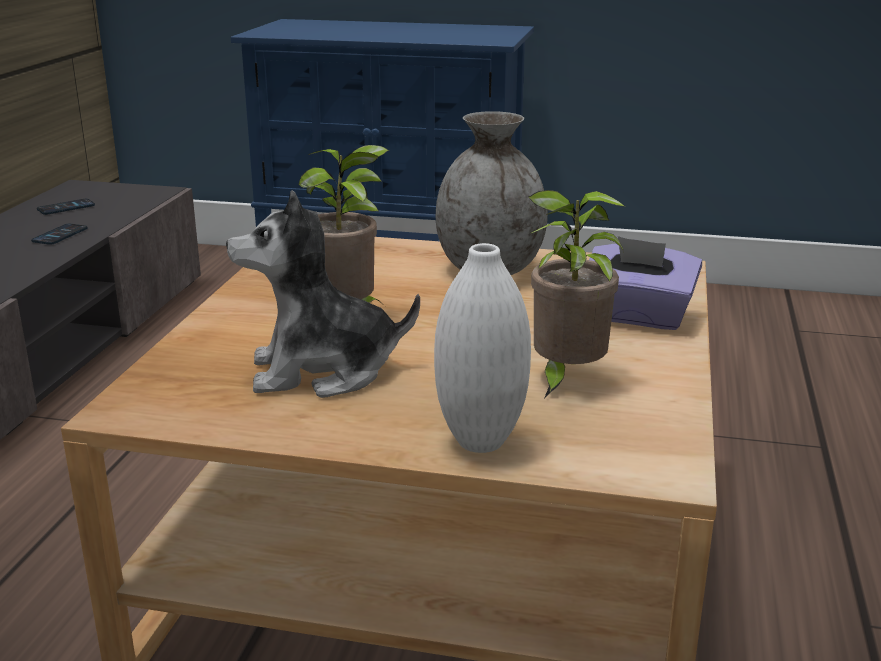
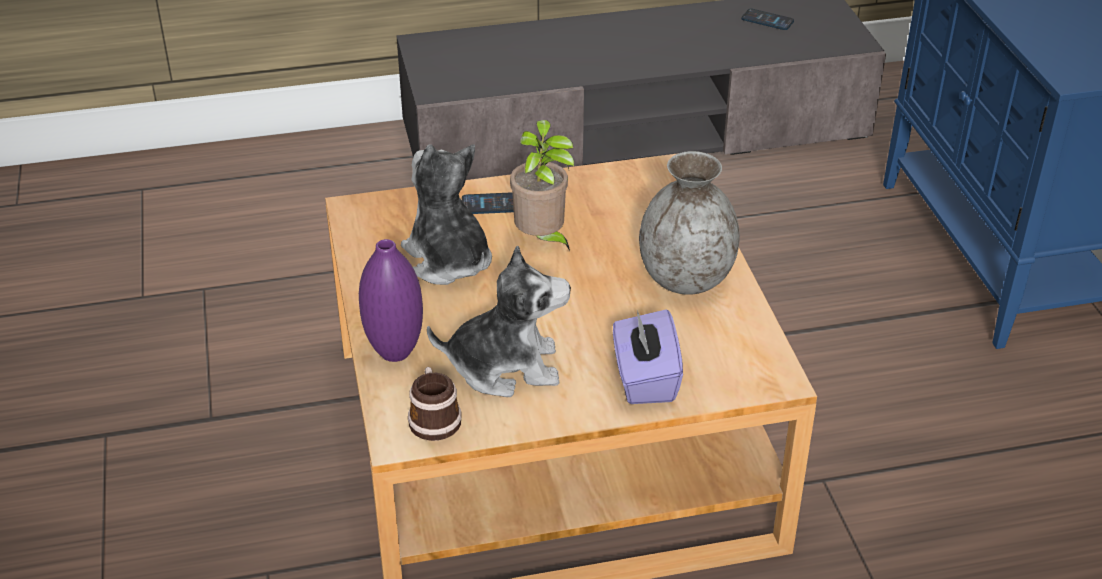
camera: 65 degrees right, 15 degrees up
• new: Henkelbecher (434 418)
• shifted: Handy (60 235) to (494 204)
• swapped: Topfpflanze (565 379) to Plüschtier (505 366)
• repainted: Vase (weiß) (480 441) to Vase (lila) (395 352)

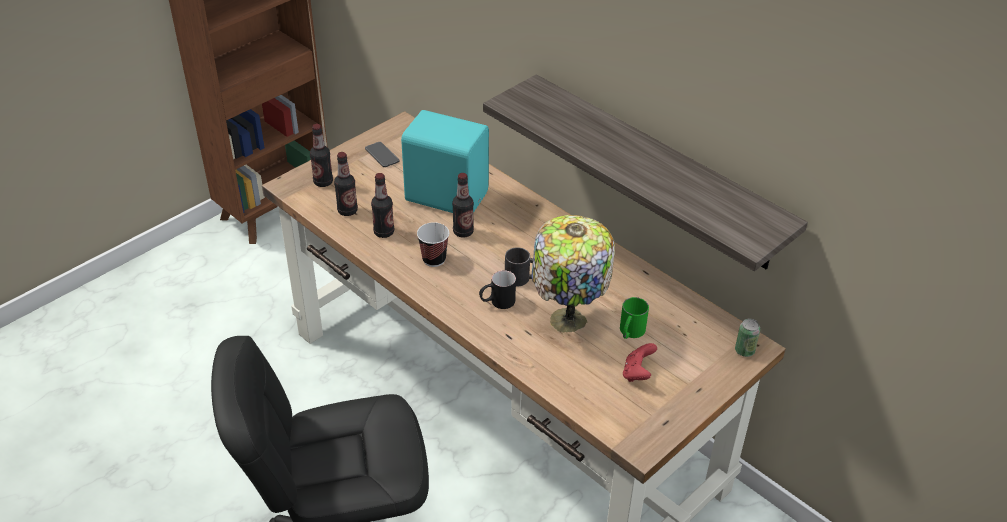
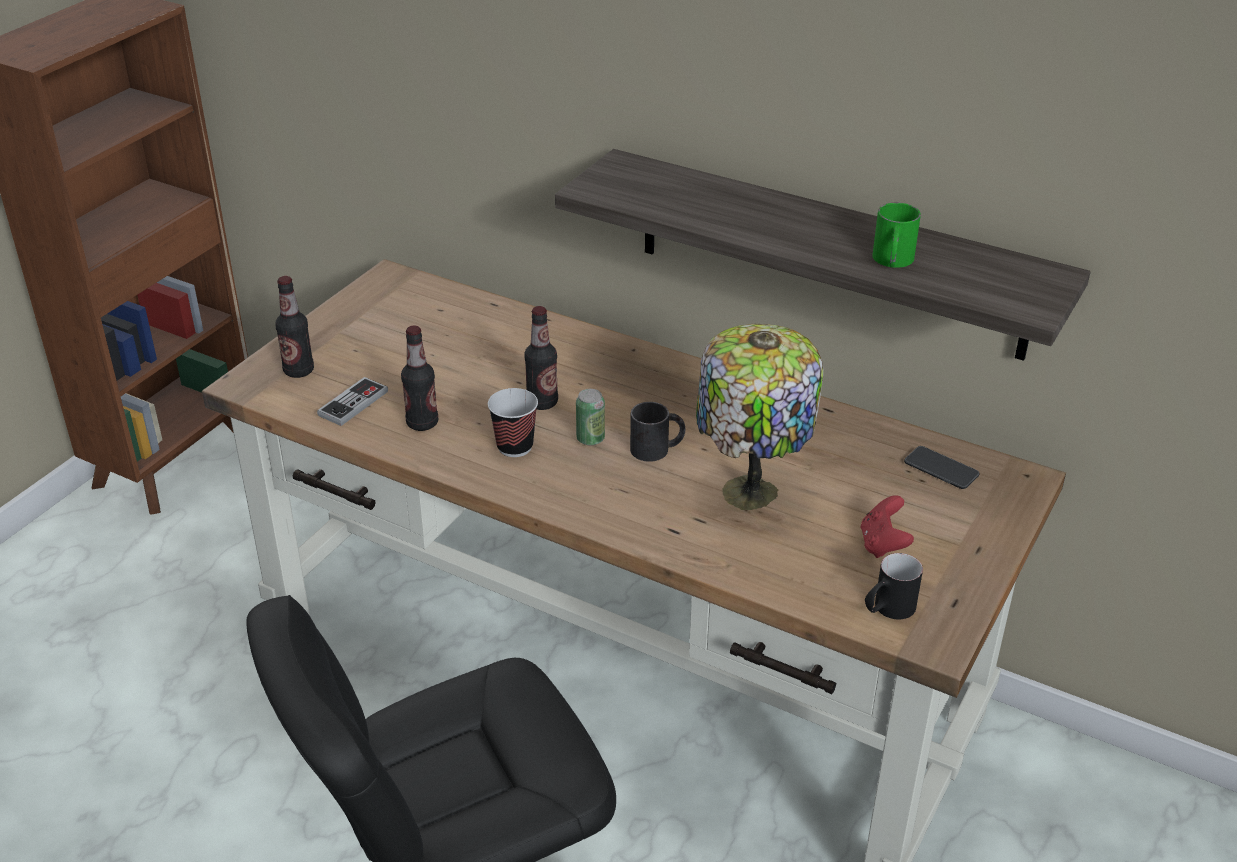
camera: 15 degrees left, 5 degrees down
• gone: Lautsprecher (türkis) (446 195)
• shifted: Handy (382 155) to (941 469)
• shifted: Henkelbecher (schwarz) (497 302) to (887 610)
• shifted: Henkelbecher (grün) (630 332) to (892 261)
• shifted: Dose (744 351) to (590 439)
• swapped: Flasche (347 211) to Gamepad (353 403)

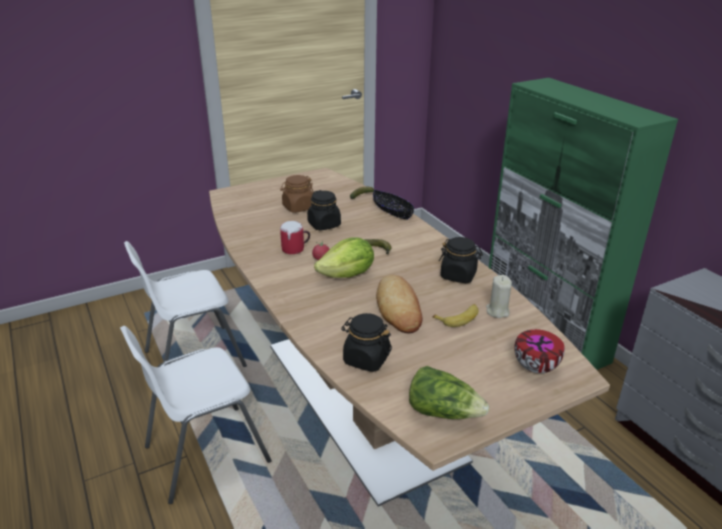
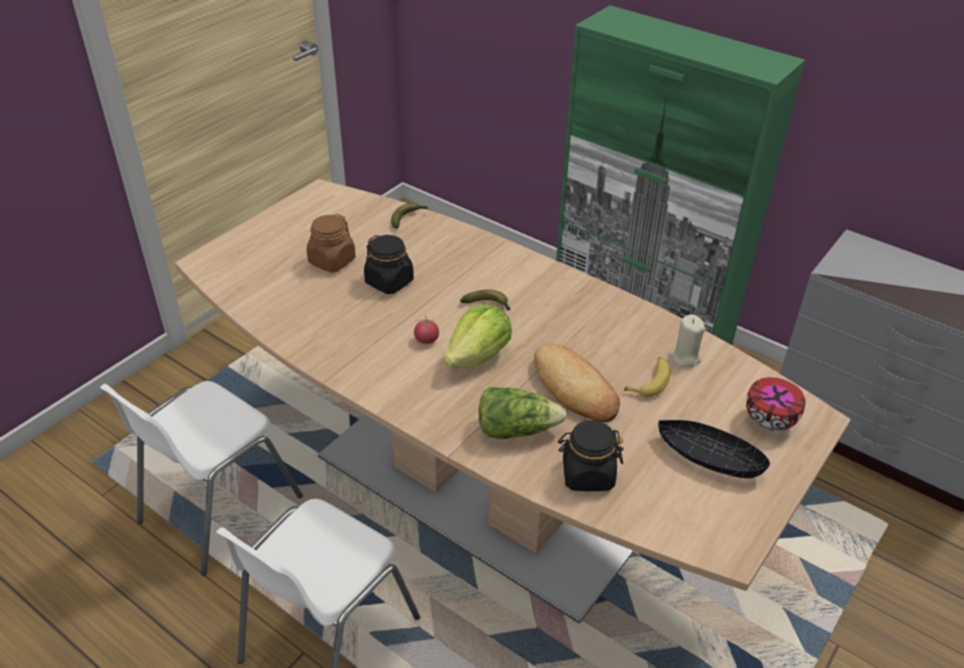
camera: 25 degrees left, 10 degrees up
• gone: Henkelbecher (296 249)
• gone: Vorratsglas (schwarz) (458 275)
• shifted: Schüssel (schwarz) (392 211) to (708 458)
• shifted: Salatkopf (443 412) to (516 429)

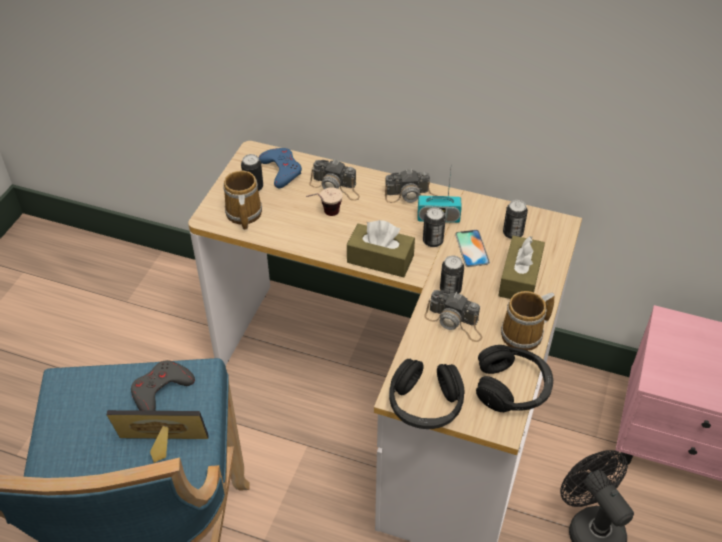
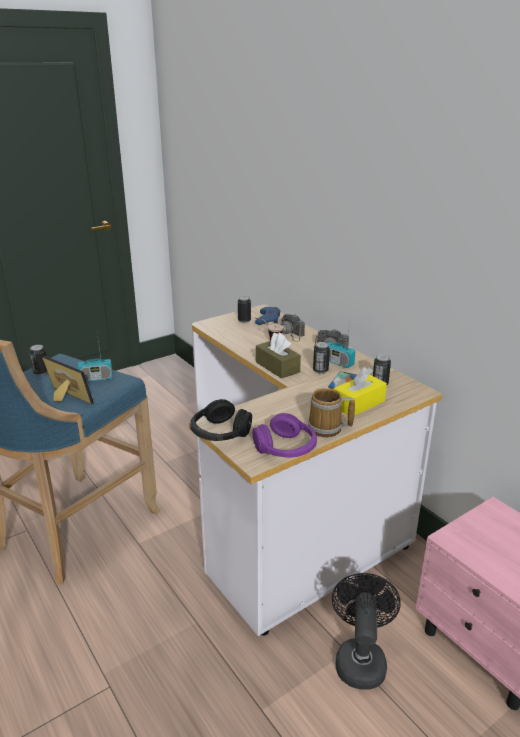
camera: 35 degrees right, 20 degrees down
• gone: Henkelbecher (242 214)
• gone: Kamera (455 322)
• shifted: Dose (450 289) to (41 372)
• swapped: Gamepad (grau) (161 390) to Radio (96 378)
• repainted: Kopfhörer (schwarz) (512 387) to Kopfhörer (lila) (286 448)
• repainted: Taschentuchbox (braun) (520 278) to Taschentuchbox (gelb) (358 404)

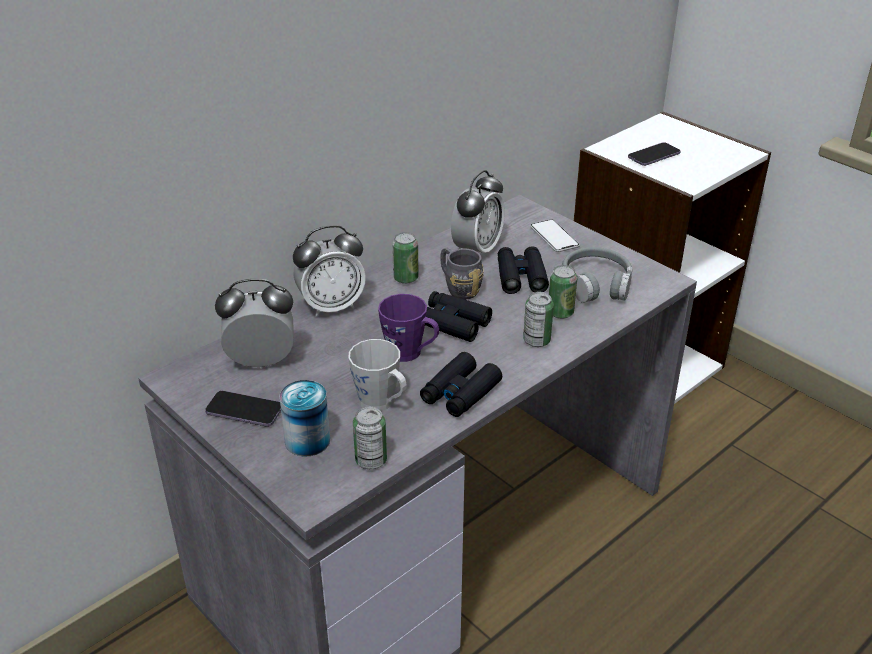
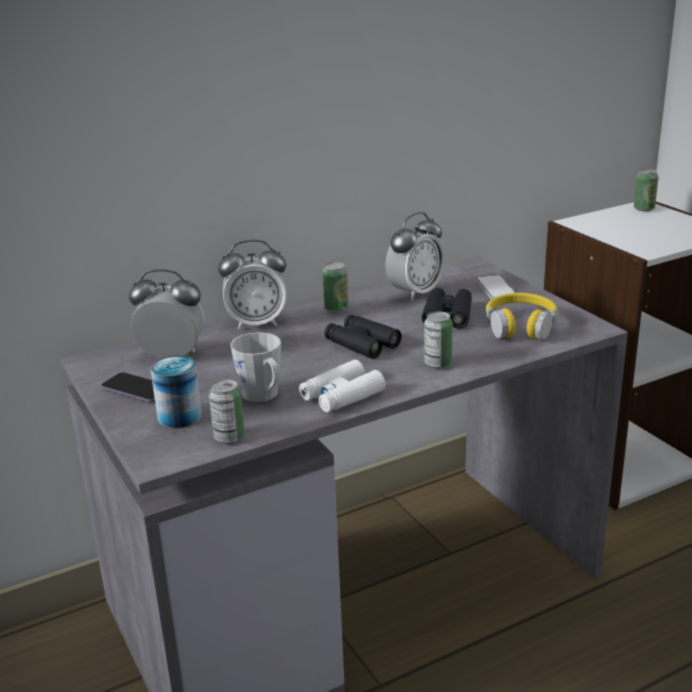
camera: 15 degrees right, 10 degrees down
• gone: Henkelbecher (lila) (410 353)
• gone: Henkelbecher (grau) (458 287)
• gone: Handy (653 156)
• shifted: Dose (560 313) to (644 209)
• repainted: Fernglas (schwarz) (460 393) to Fernglas (weiß) (341 396)
• repainted: Kopfhörer (grau) (596 284) to Kopfhörer (gelb) (520 326)

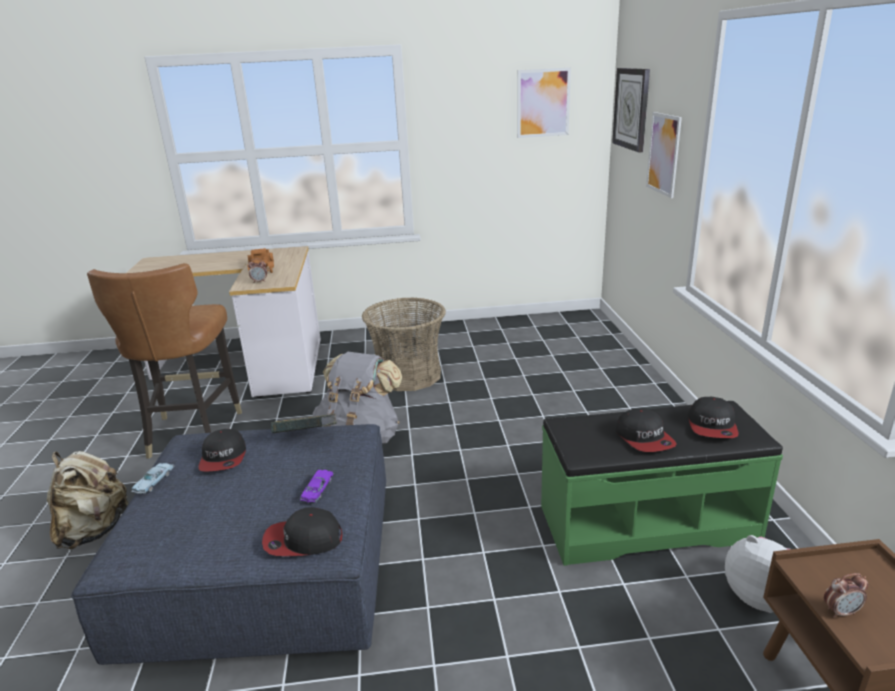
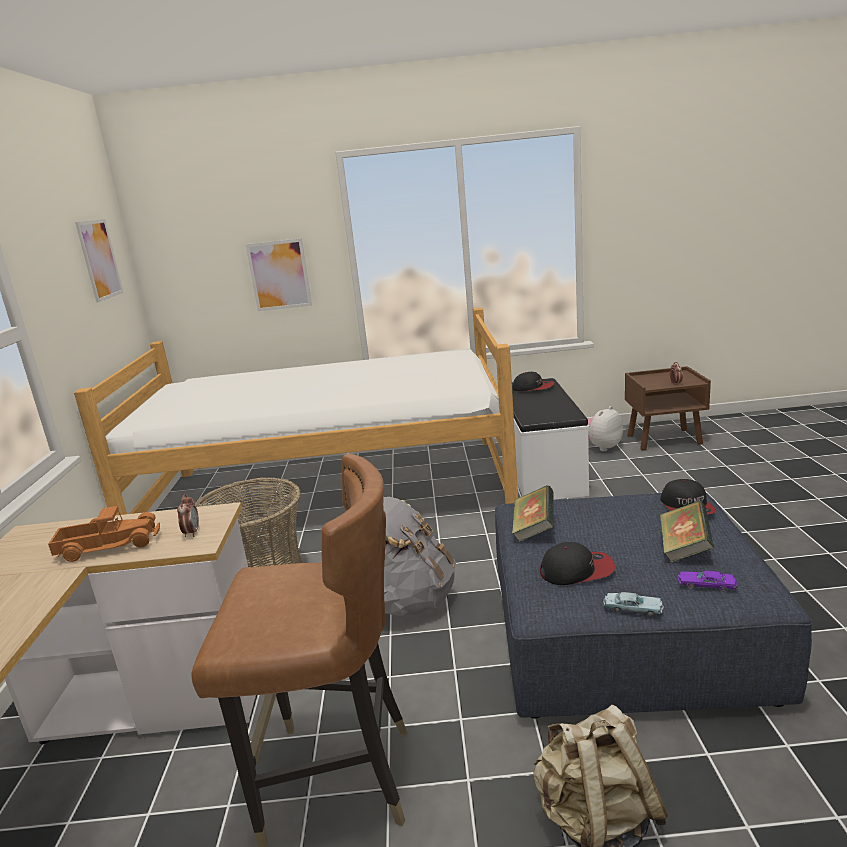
camera: 85 degrees left, 5 degrees down
• gone: Wanduhr (631 108)
• gone: Kappe (644 438)
• new: Bett (329 491)
• new: Buch (684 549)
• shifted: Spielzeugauto (lila) (318 489) to (706 585)
• repainted: Bank (grün) (646 522) to Bank (weiß) (540 470)

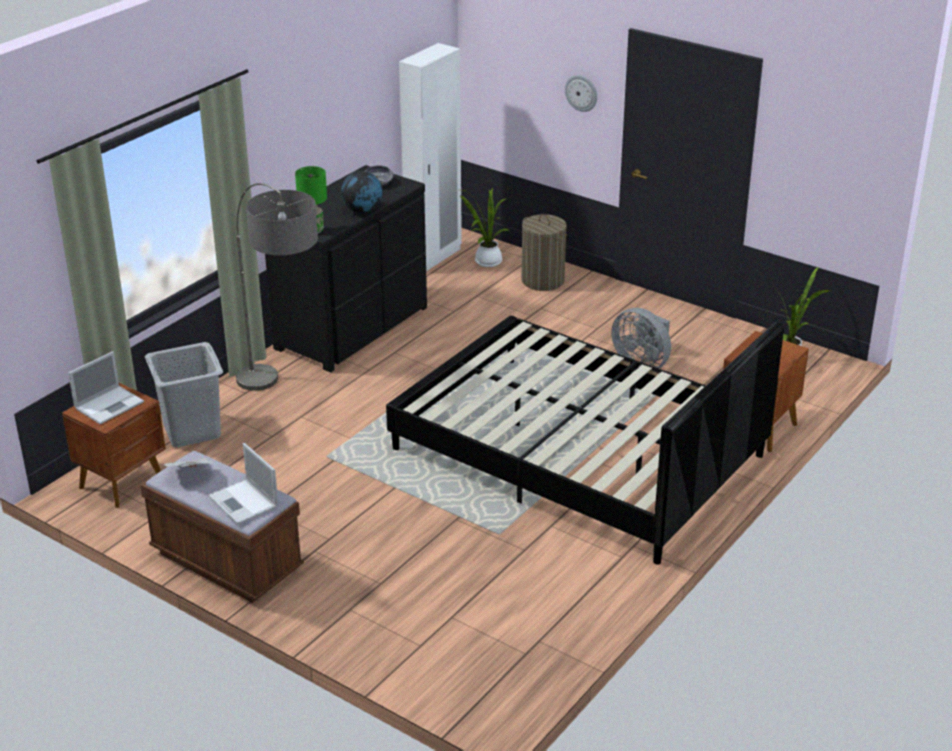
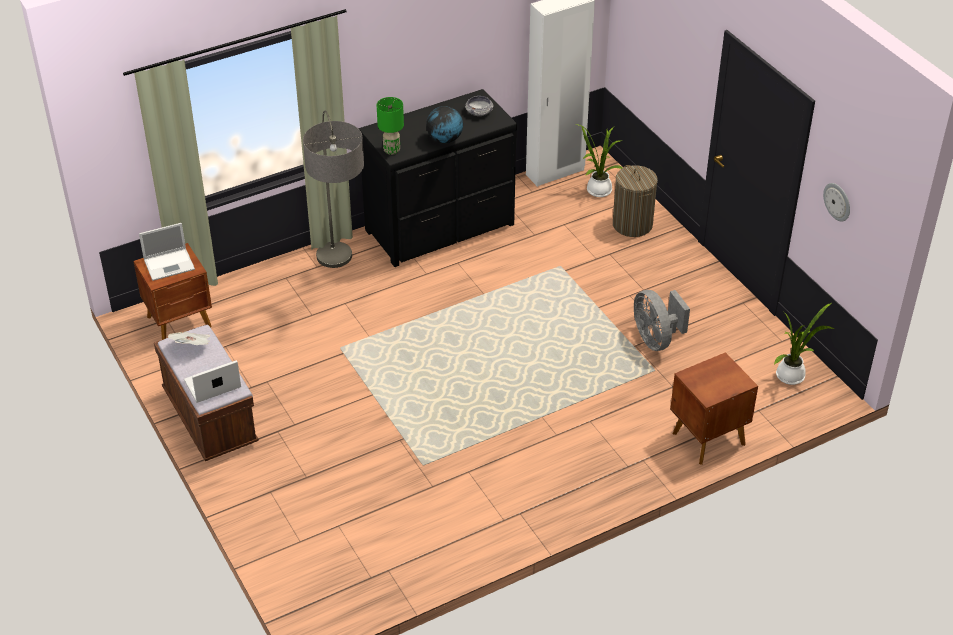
camera: 25 degrees right, 10 degrees up
• gone: Wäschekorb (grau) (191 431)
• gone: Bett (schwarz) (577 453)
• shifted: Wanduhr (581 93) to (837 201)
• rotated: Laptop (244 502) = (211 385) 75 degrees clockwise

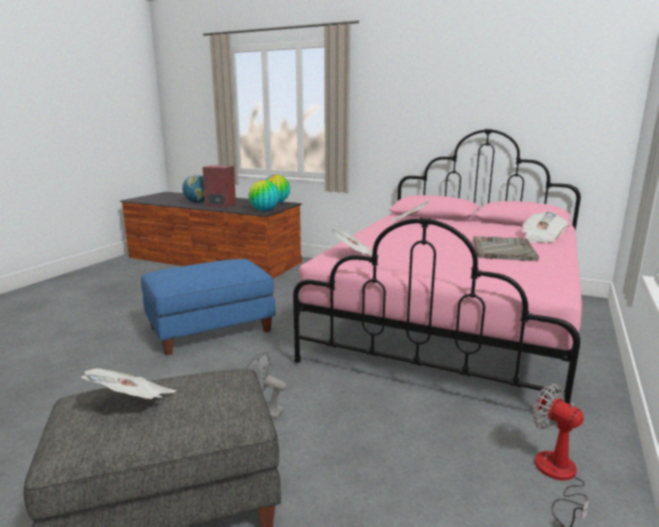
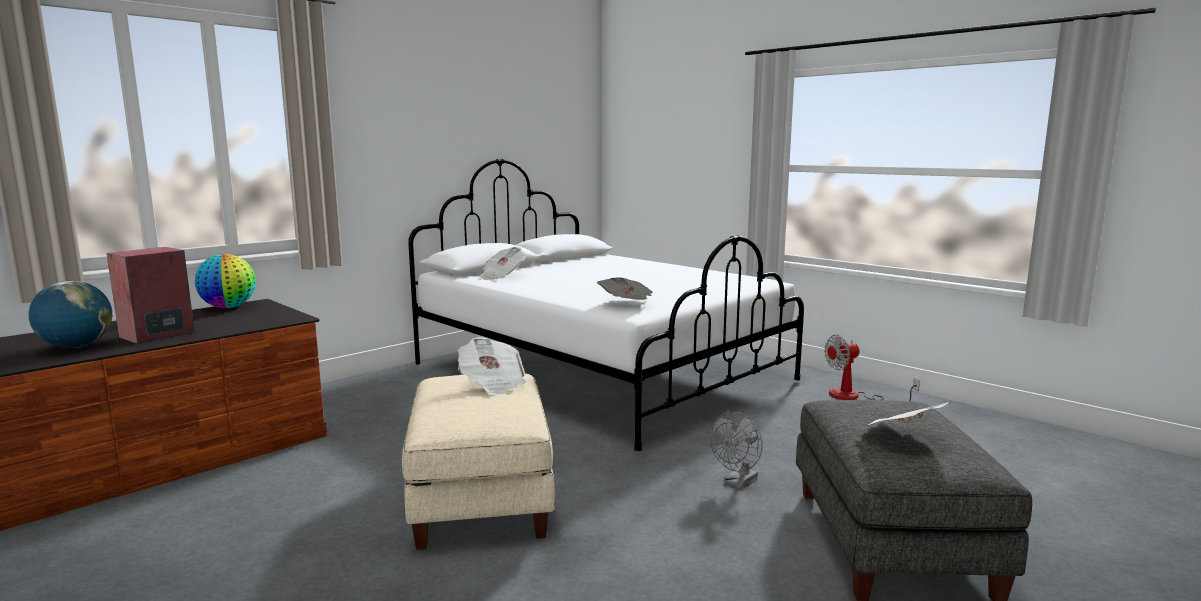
camera: 70 degrees left, 5 degrees down
• gone: Globus (264 210)
• gone: Tablett (grau) (503 250)
• shifted: Zeitung (541 239) to (492 384)
• repainted: Polsterhocker (blau) (211 329) to Polsterhocker (beige) (479 496)
• repainted: Bett (rosa) (452 323) to Bett (weiß) (600 372)

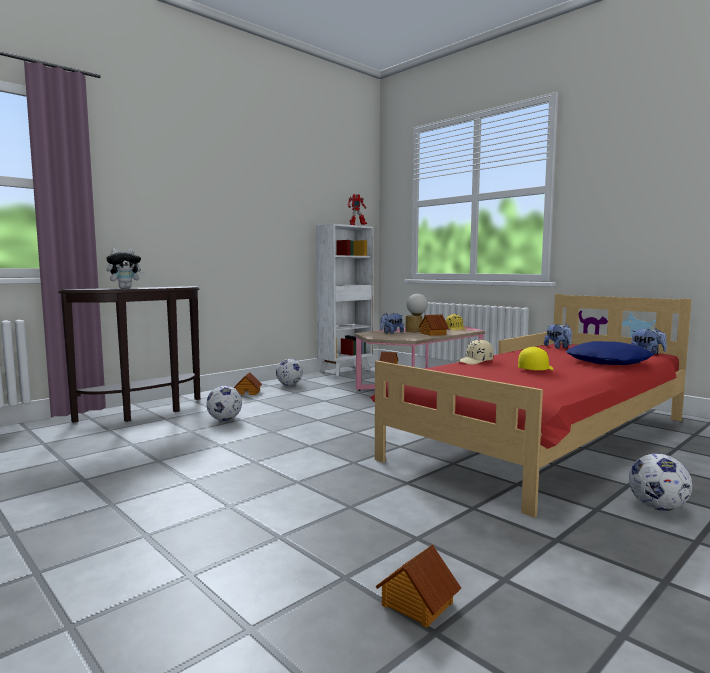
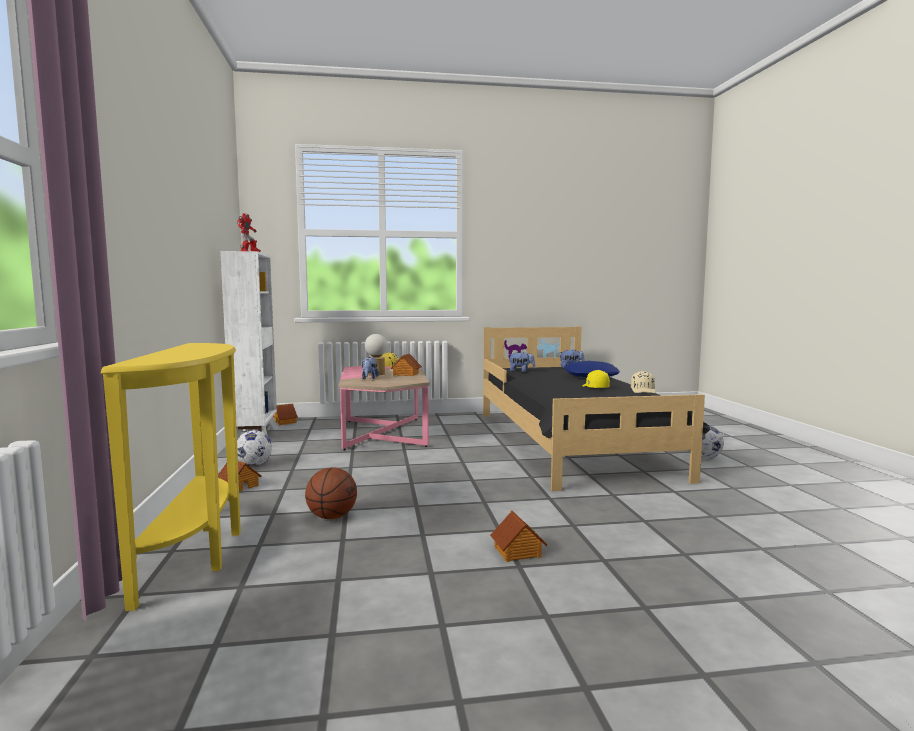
camera: 55 degrees left, 0 degrees up
• gone: Plüschtier (125 288)
• shifted: Spielzeughaus (416 604) to (517 552)
• shifted: Kappe (beige) (475 361) to (643 391)
• swapped: Fußball (225 419) to Basketball (332 517)
• repainted: Konsolentisch (braun) (147 412) to Konsolentisch (gelb) (199 551)
• repainted: Bett (rot) (546 438) to Bett (schwarz) (570 442)

